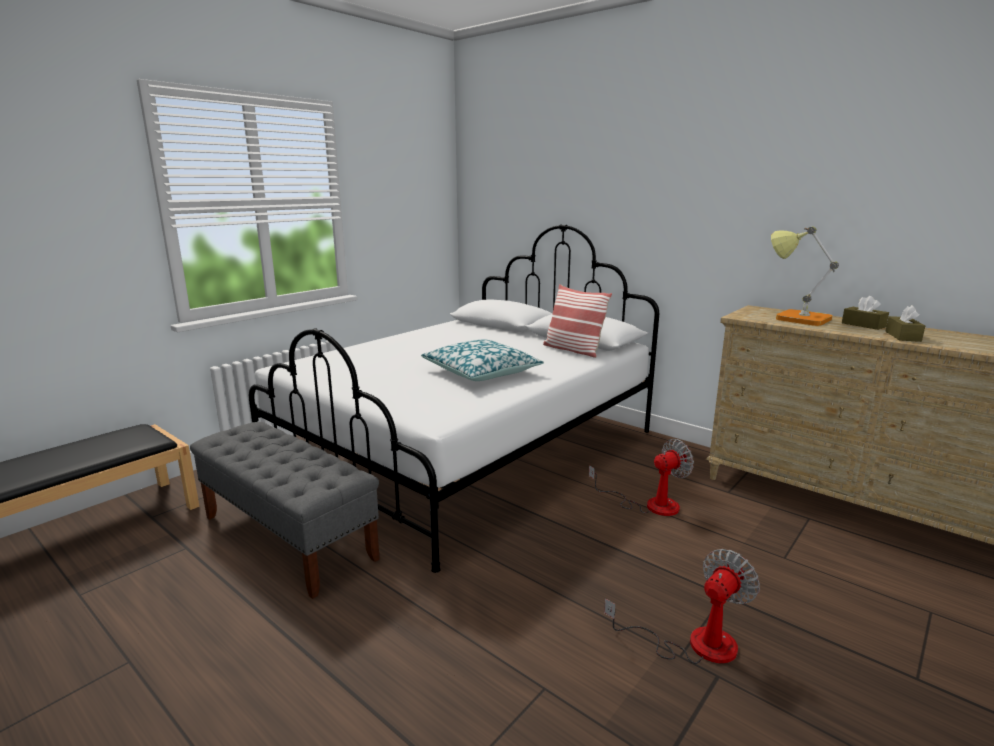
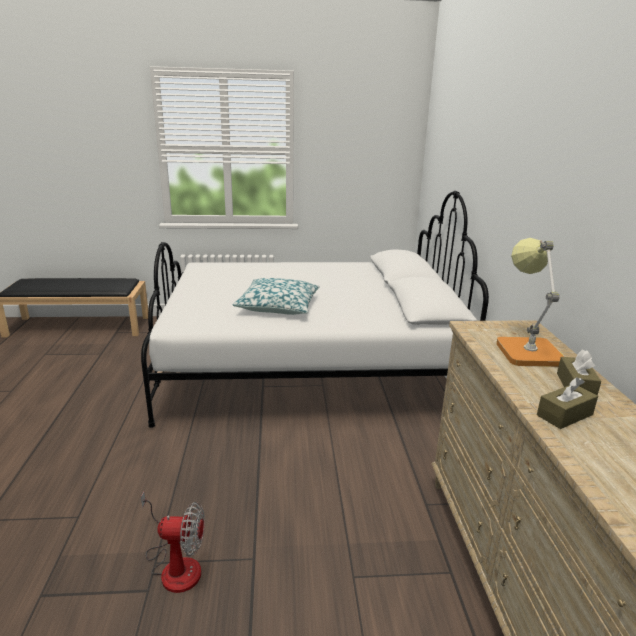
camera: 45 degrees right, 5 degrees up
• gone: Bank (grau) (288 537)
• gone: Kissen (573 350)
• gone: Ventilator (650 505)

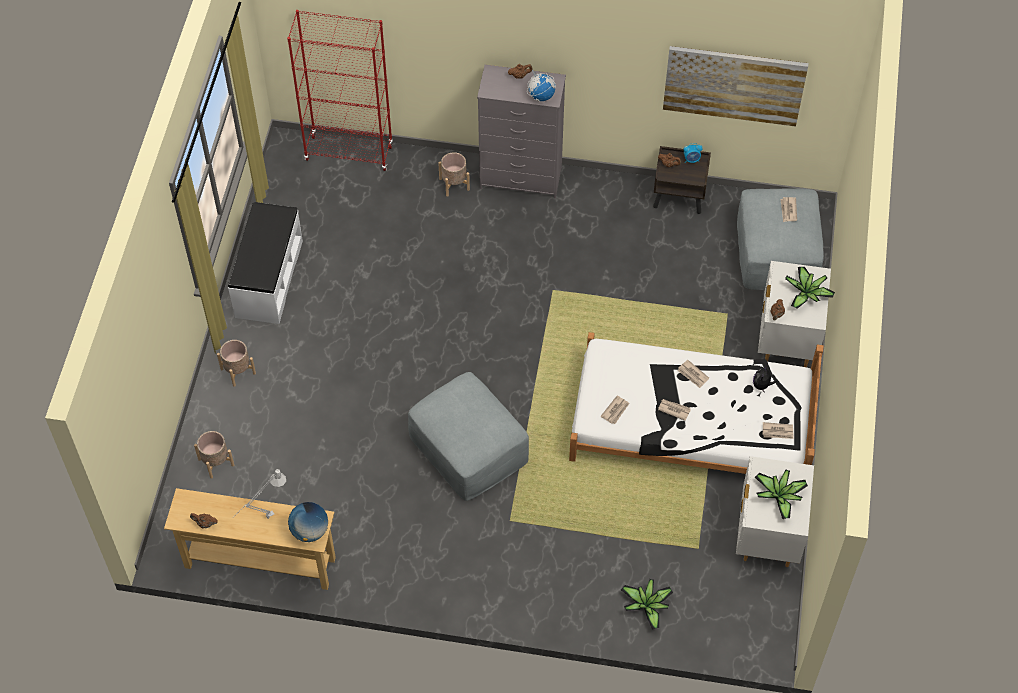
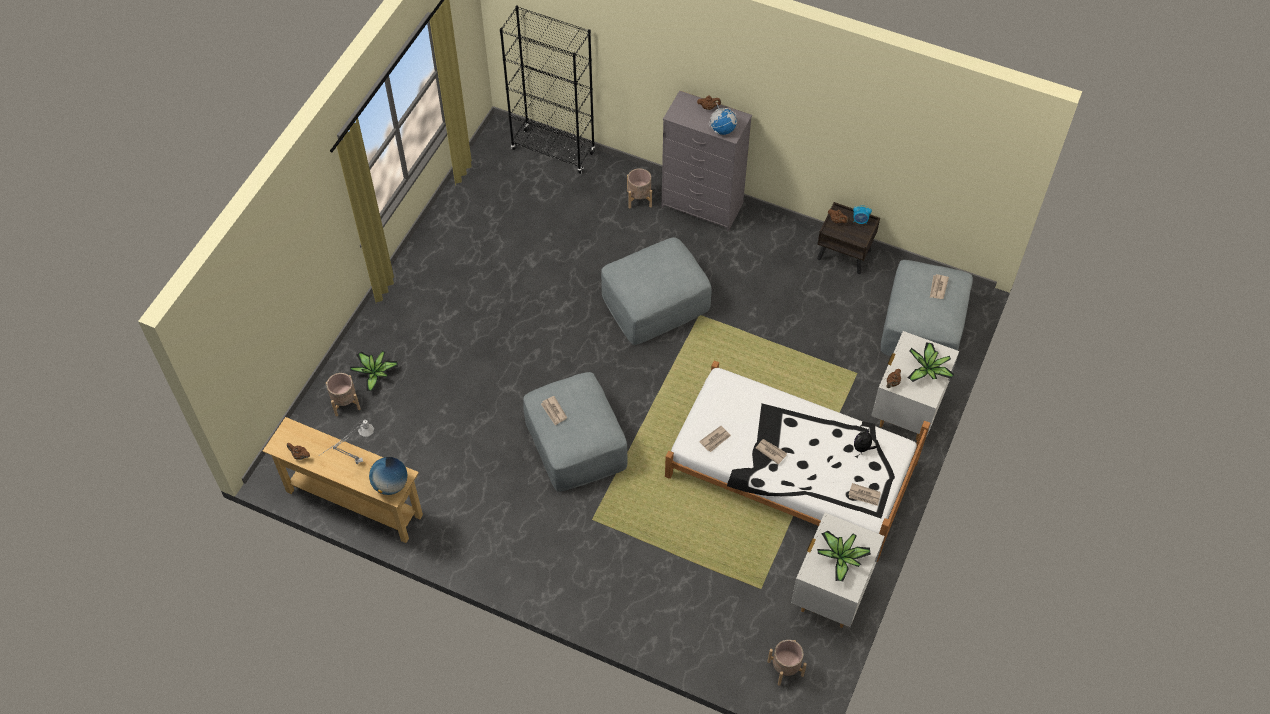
camera: 15 degrees right, 0 degrees up
• gone: Bank (weiß) (268 279)
• gone: Bild (734 85)
• new: Polsterhocker (grau) (655 302)
• shifted: Pflanzkübel (beige) (238 371) to (785 668)
• shifted: Topfpflanze (647 606) to (375 373)
• shifted: Zeitung (693 375) to (554 411)
• repainted: Bücherregal (rot) (349 153) to Bücherregal (schwarz) (553 151)

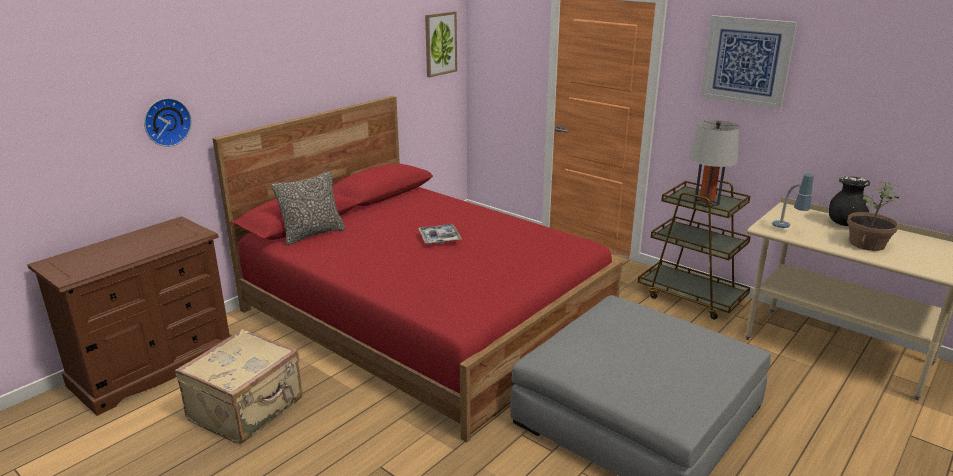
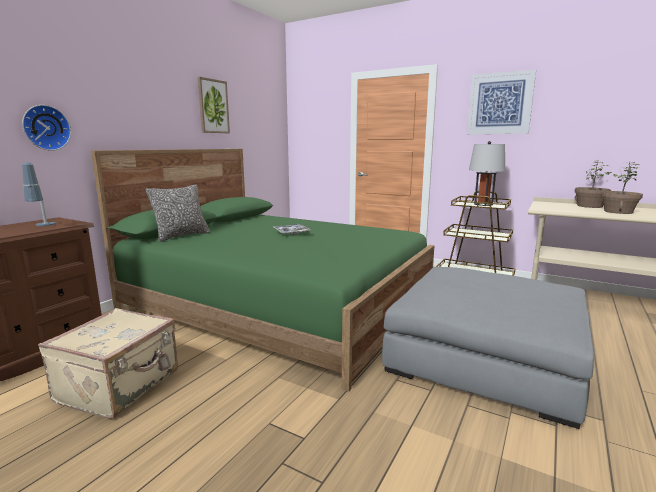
camera: 10 degrees left, 10 degrees down
• shifted: Bild (440 44) to (213 106)
• shifted: Tischlampe (788 229) to (42 227)
• swapped: Vase (schwarz) (844 224) to Topfpflanze (589 206)
• repainted: Bett (rot) (425 316) to Bett (grün) (278 304)

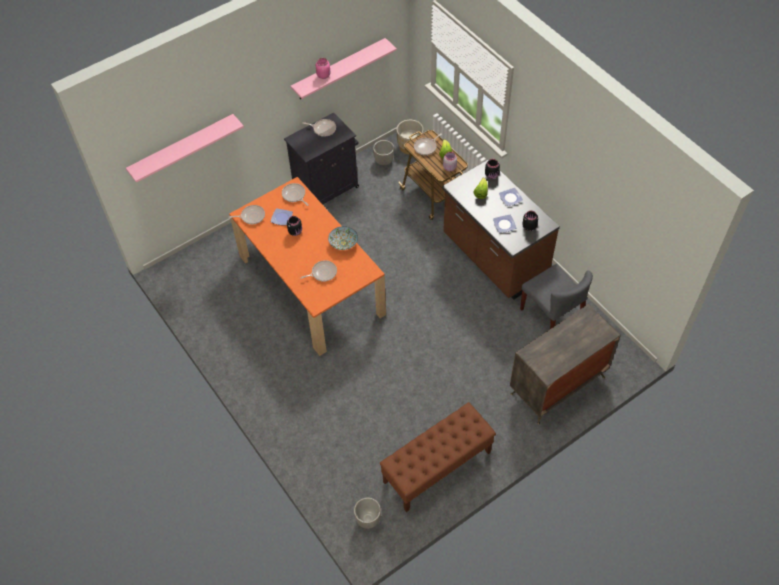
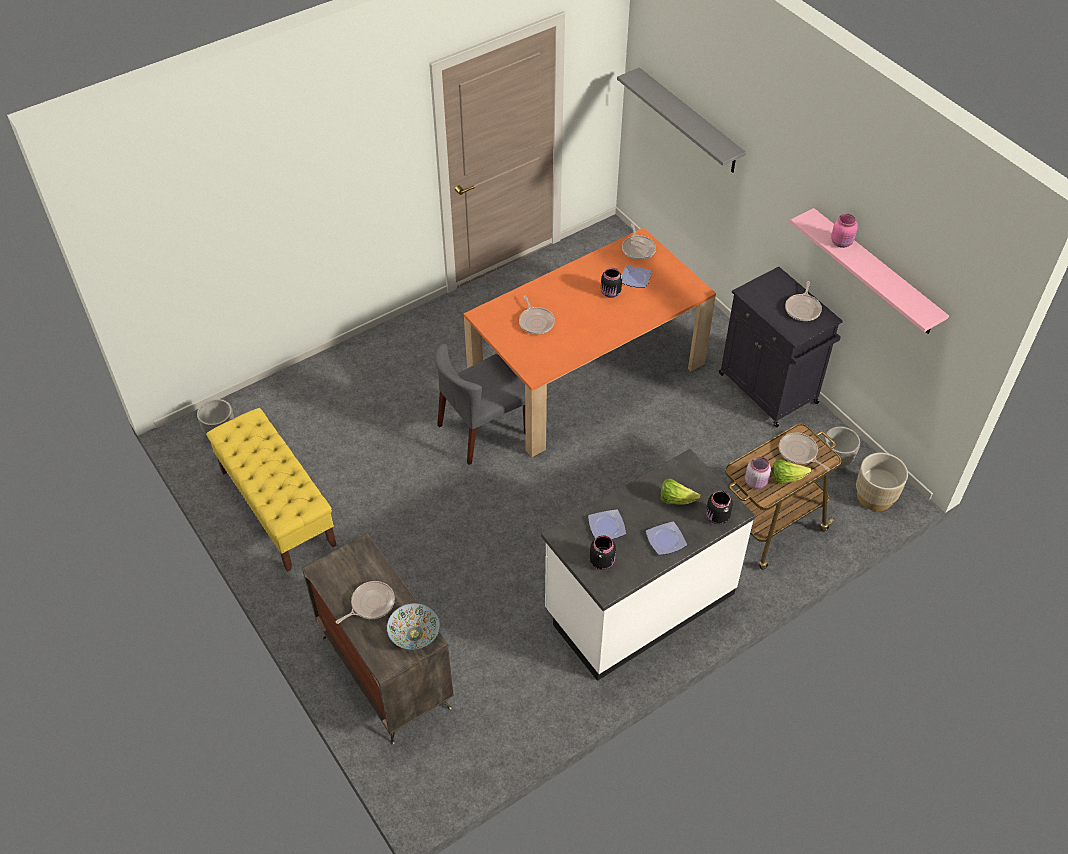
camera: 90 degrees right, 5 degrees down
• shifted: Pfanne (294 195) to (370 604)
• shifted: Schüssel (343 243) to (414 634)
• shifted: Stuhl (grau) (551 316) to (482 430)
• repainted: Wandregal (rosa) (182 148) to Wandregal (grau) (689 121)
• repainted: Bank (braun) (437 467) to Bank (gelb) (277 507)
• repainted: Küchenzeile (braun) (493 257) to Küchenzeile (weiß) (638 602)

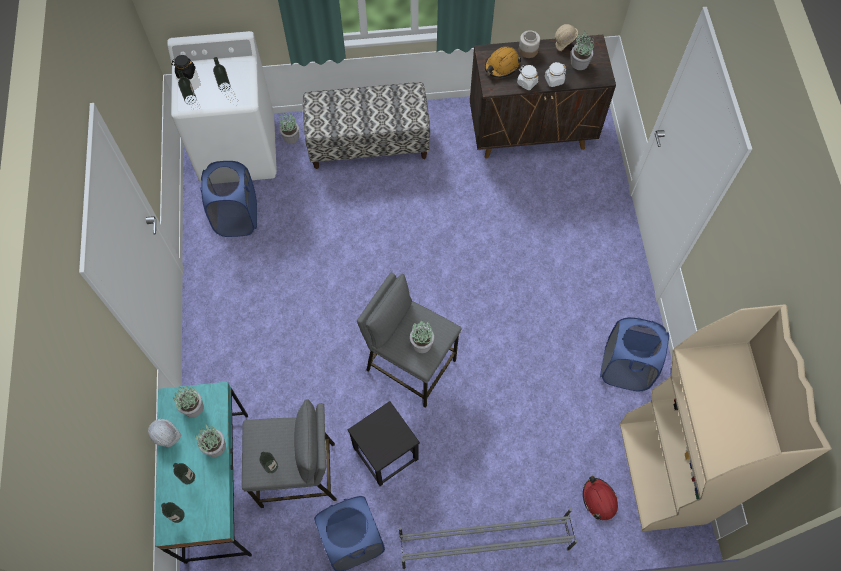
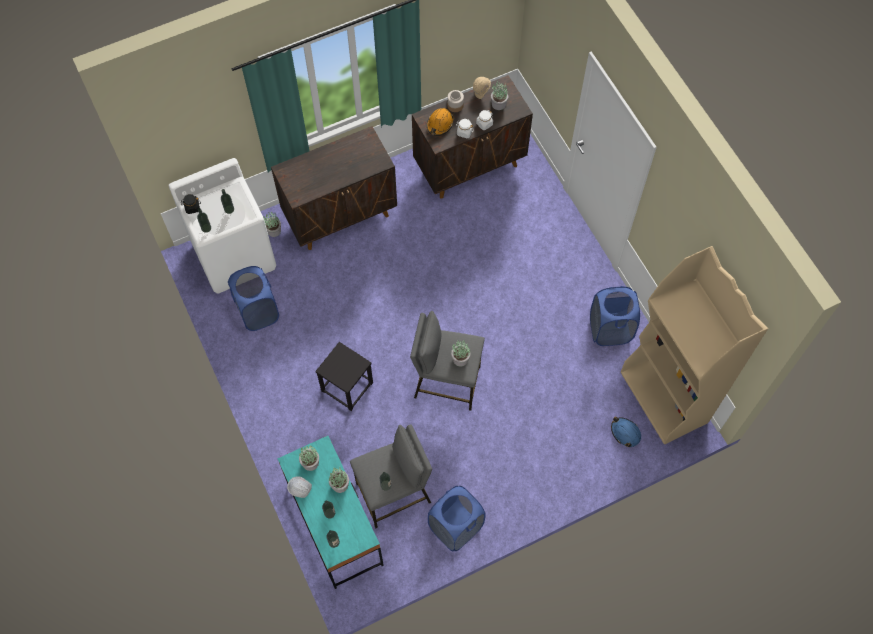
camera: 20 degrees left, 0 degrees up
• gone: Schuhregal (grau) (483 542)
• shifted: Hocker (schwarz) (385 453) to (346 387)
• swapped: Bank (368 143) to Schrank (braun) (341 215)
• repainted: Schutzhelm (rot) (599 500) to Schutzhelm (blau) (625 433)

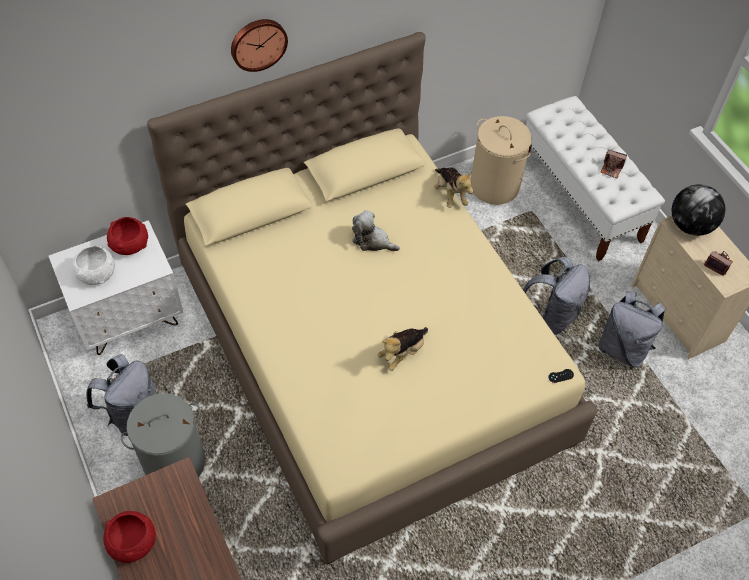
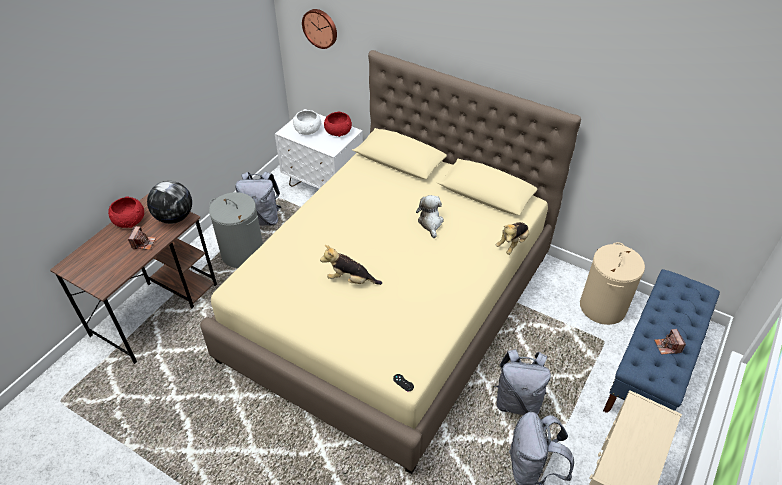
camera: 60 degrees right, 10 degrees down
• shifted: Wanduhr (258 43) to (320 28)
• shifted: Globus (690 226) to (174 217)
• shifted: Kamera (718 264) to (143 243)
• repainted: Bank (weiß) (580 199) to Bank (blau) (651 369)

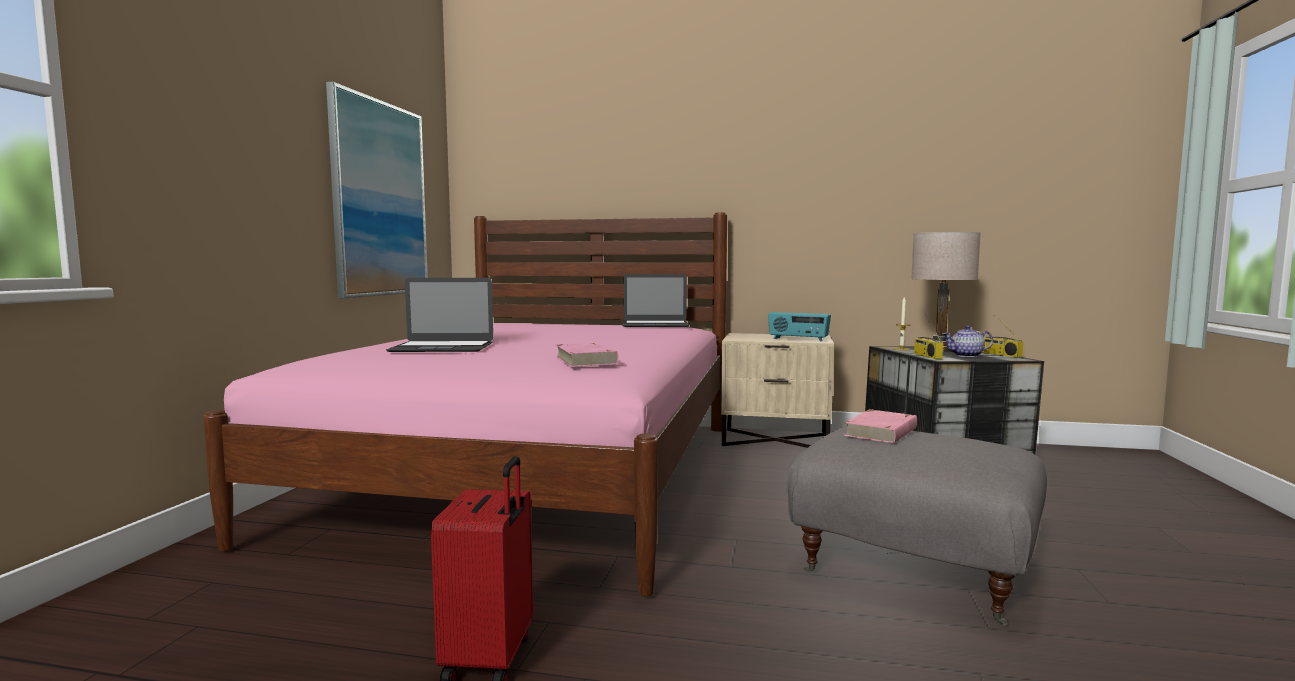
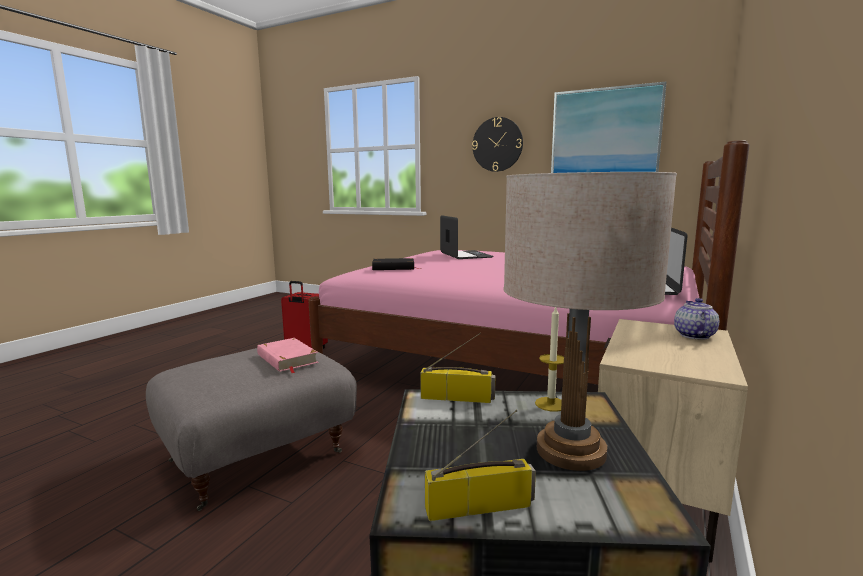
camera: 105 degrees right, 5 degrees up
• gone: Radio (798 339)
• new: Wanduhr (497 144)
• shifted: Teekanne (966 356) to (693 335)
• repainted: Buch (rosa) (586 360) to Buch (schwarz) (393 268)
• rotated: Laptop (442 347) = (465 255) 150 degrees clockwise

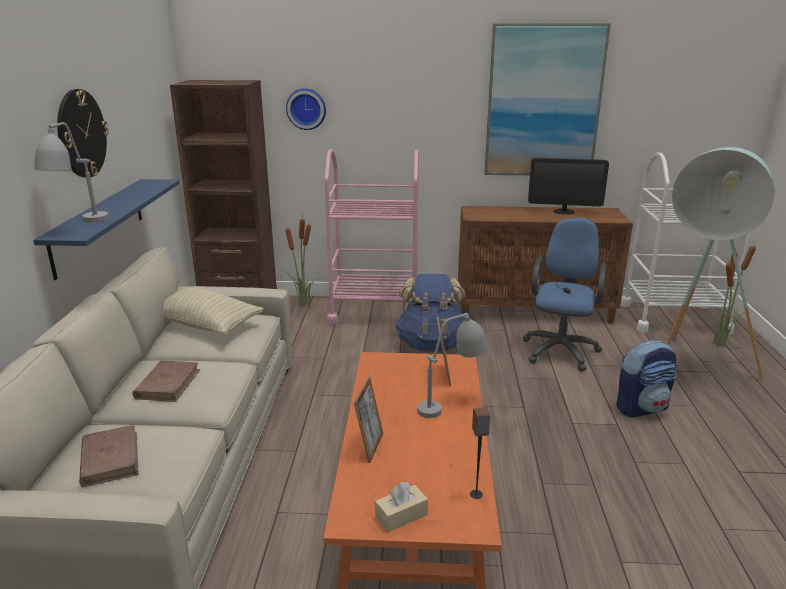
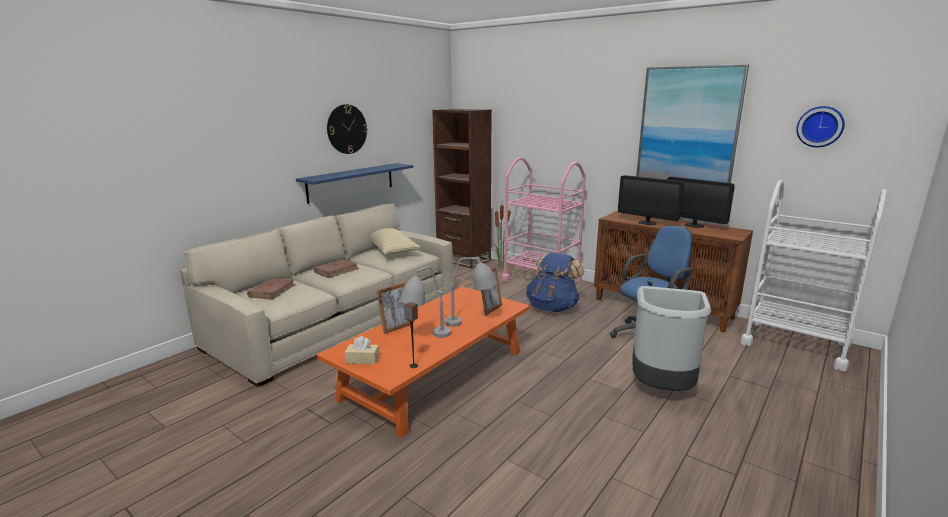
camera: 35 degrees right, 5 degrees down
• gone: Stehlampe (türkis) (690 371)
• gone: Topfpflanze (720 344)
• new: Monitor (647 223)
• shifted: Tischlampe (grau) (79 226) to (426 340)
• shifted: Wanduhr (306 108) to (820 126)
• swapped: Rucksack (641 408) to Mülleimer (grau) (662 389)

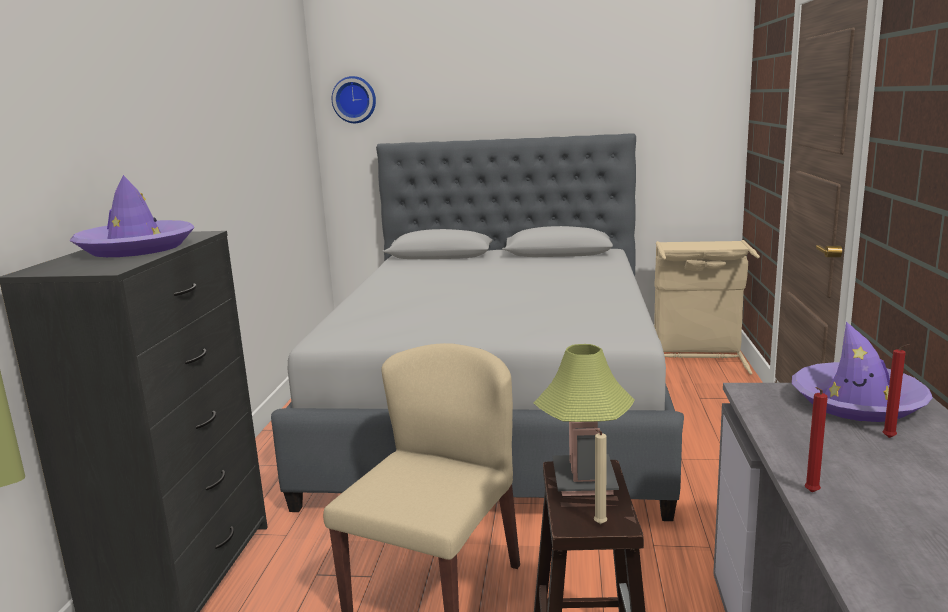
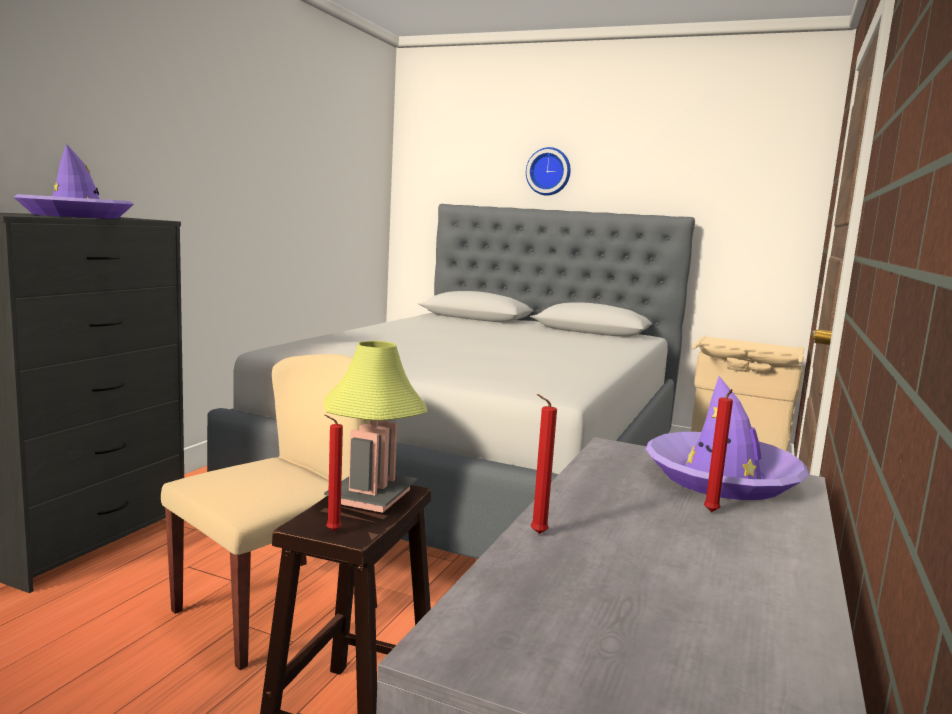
camera: 15 degrees right, 5 degrees down
• shifted: Wanduhr (354 99) to (549 171)
• repainted: Kerze (beige) (599 525) to Kerze (rot) (331 531)

